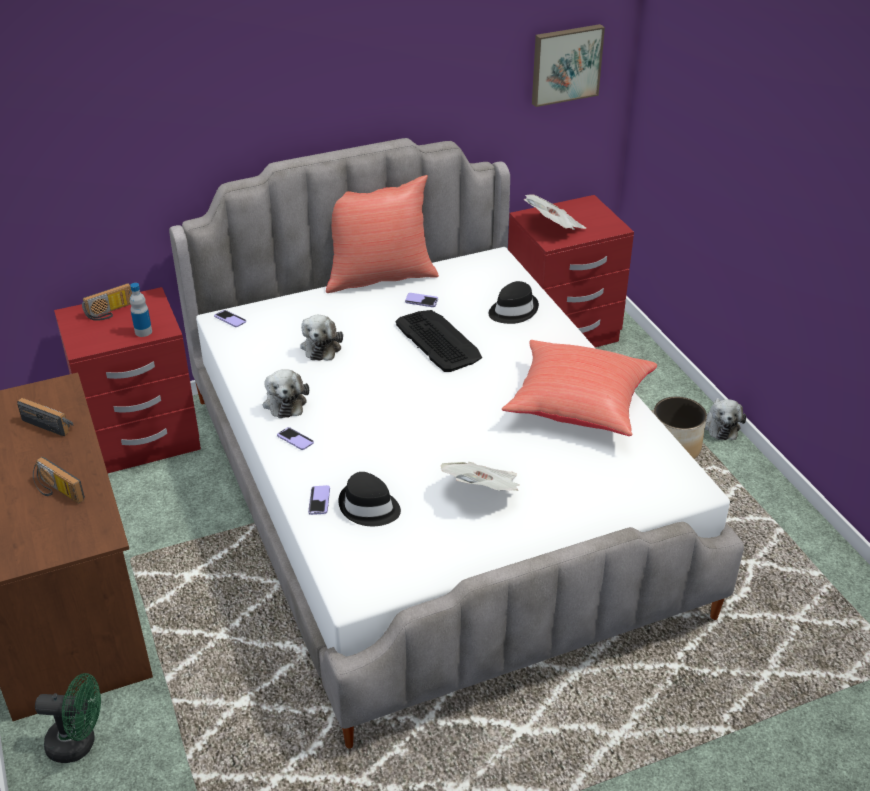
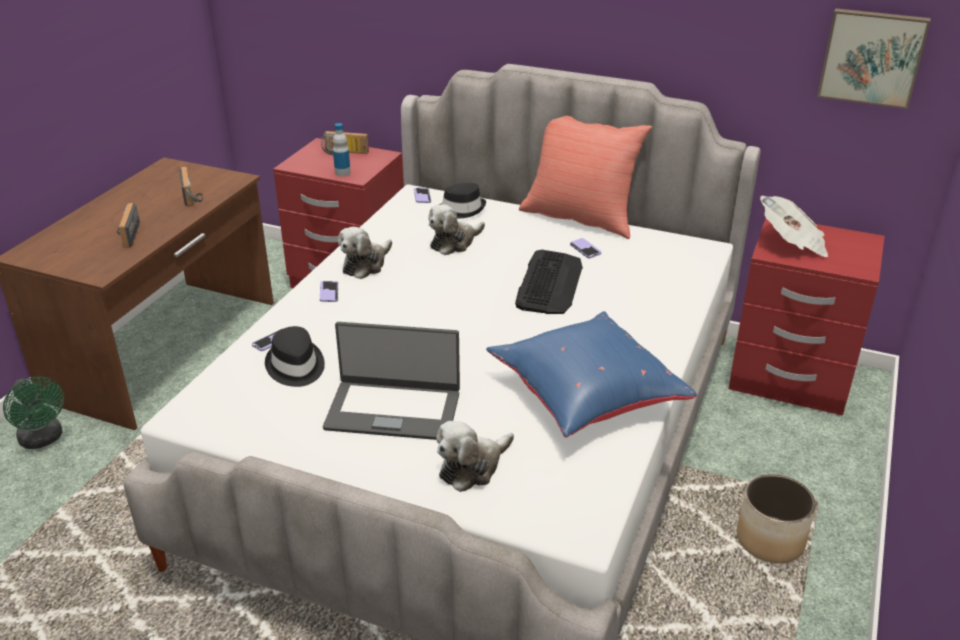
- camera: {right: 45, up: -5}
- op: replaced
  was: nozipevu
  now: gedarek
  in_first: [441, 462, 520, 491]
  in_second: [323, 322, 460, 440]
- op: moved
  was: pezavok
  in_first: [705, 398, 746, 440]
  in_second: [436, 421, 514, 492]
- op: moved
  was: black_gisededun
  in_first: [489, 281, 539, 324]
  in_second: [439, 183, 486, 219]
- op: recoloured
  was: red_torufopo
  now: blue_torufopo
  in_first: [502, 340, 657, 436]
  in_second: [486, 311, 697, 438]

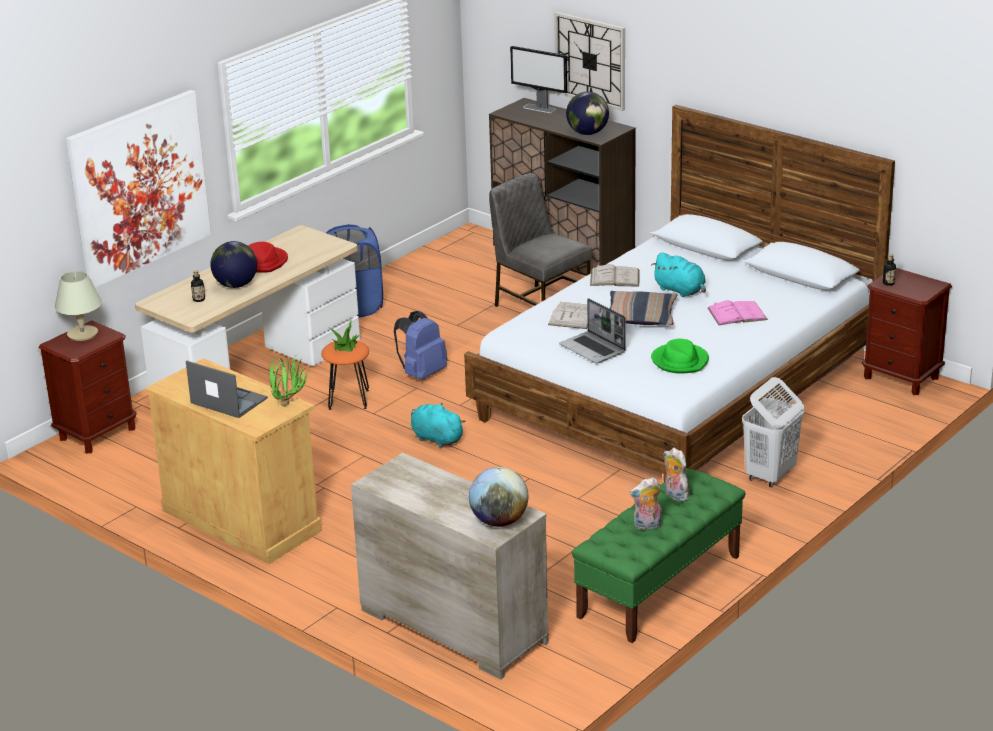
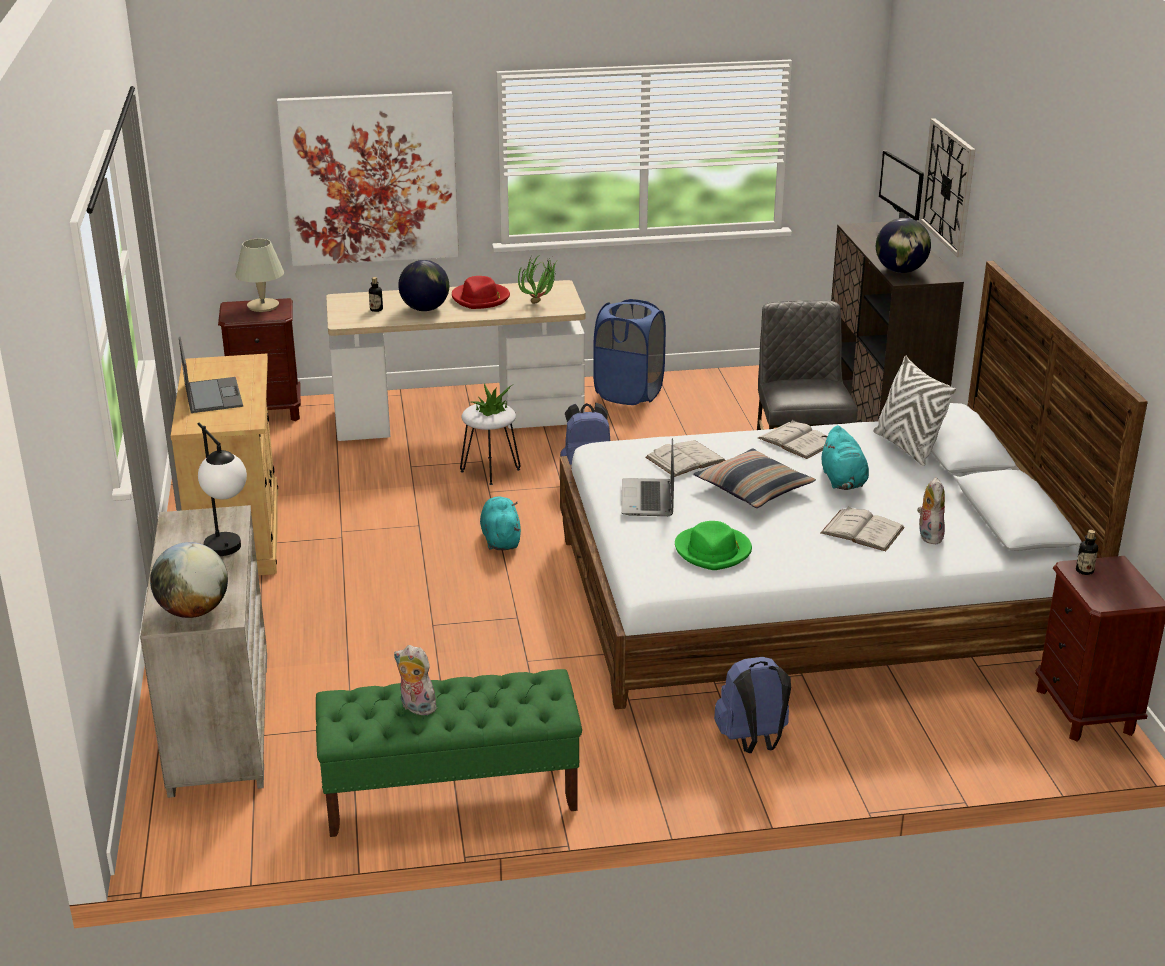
- camera: {right: 40, up: 0}
- op: added
  now: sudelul
  in_second: [198, 423, 247, 556]
- op: recoloured
  was: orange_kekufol
  now: white_kekufol
  in_first: [321, 340, 369, 410]
  in_second: [460, 402, 521, 485]
- op: moved
  was: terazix
  in_first: [268, 354, 310, 407]
  in_second: [518, 253, 557, 304]
- op: replaced
  was: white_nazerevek
  now: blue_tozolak
  in_first: [742, 377, 804, 487]
  in_second: [714, 657, 791, 753]
- op: recoloured
  was: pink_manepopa
  now: white_manepopa
  in_first: [707, 300, 768, 325]
  in_second: [821, 507, 905, 551]
- op: added
  now: white_torufopo
  in_second: [874, 356, 956, 466]
- op: moved
  was: pezavok
  in_first: [664, 448, 689, 501]
  in_second: [917, 477, 945, 544]

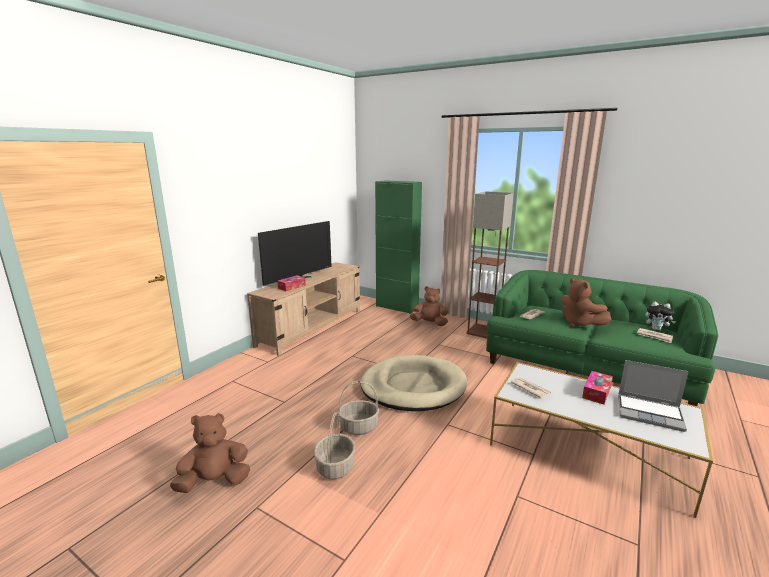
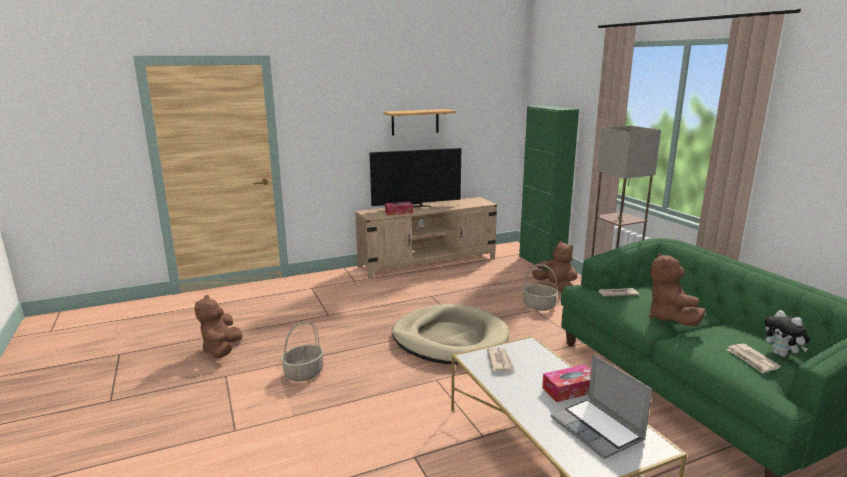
- camera: {right: 35, up: 0}
- op: turned
  was: brown_pezavok
  in_first: [170, 413, 250, 493]
  in_second: [194, 295, 243, 358]
  clockwise: -105
- op: added
  now: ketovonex
  in_second: [383, 109, 456, 136]
- op: moved
  was: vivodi
  in_first: [338, 381, 379, 435]
  in_second: [523, 264, 558, 311]

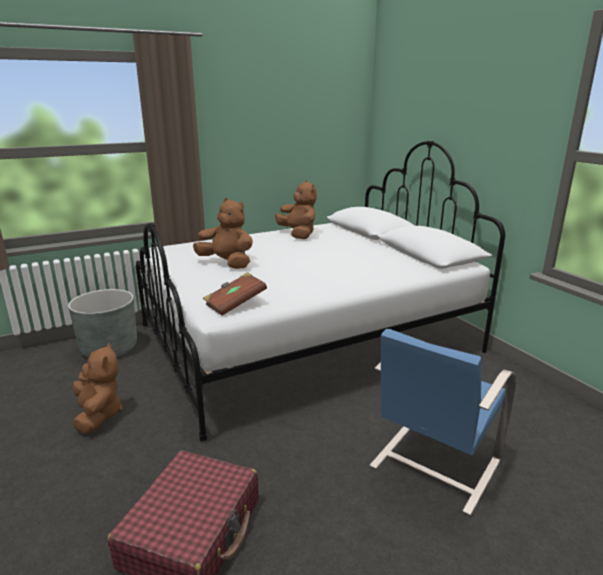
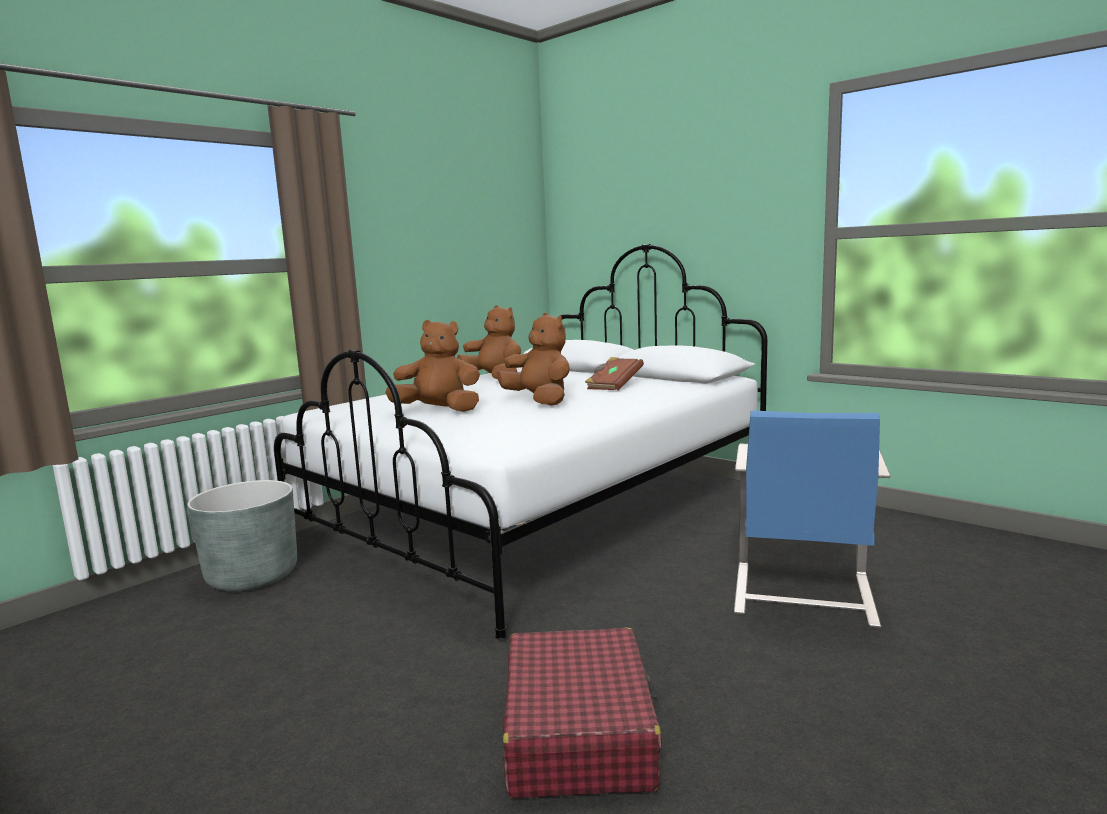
- camera: {right: -20, up: -10}
- op: moved
  was: brown_pezavok
  in_first: [73, 343, 123, 434]
  in_second: [497, 313, 570, 406]
- op: moved
  was: brown_manepopa
  in_first: [203, 272, 267, 316]
  in_second: [585, 357, 644, 390]

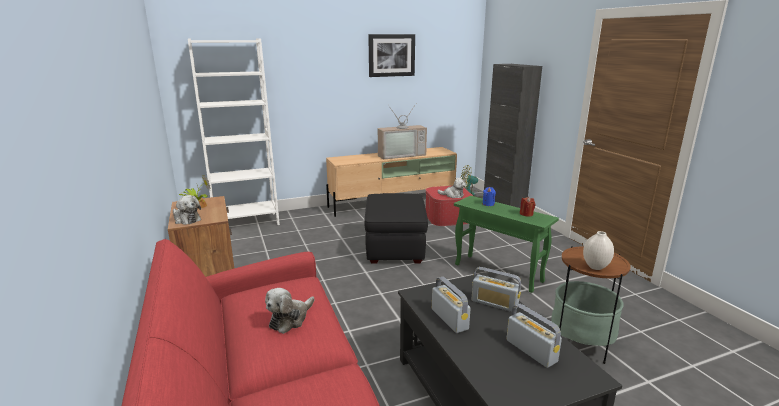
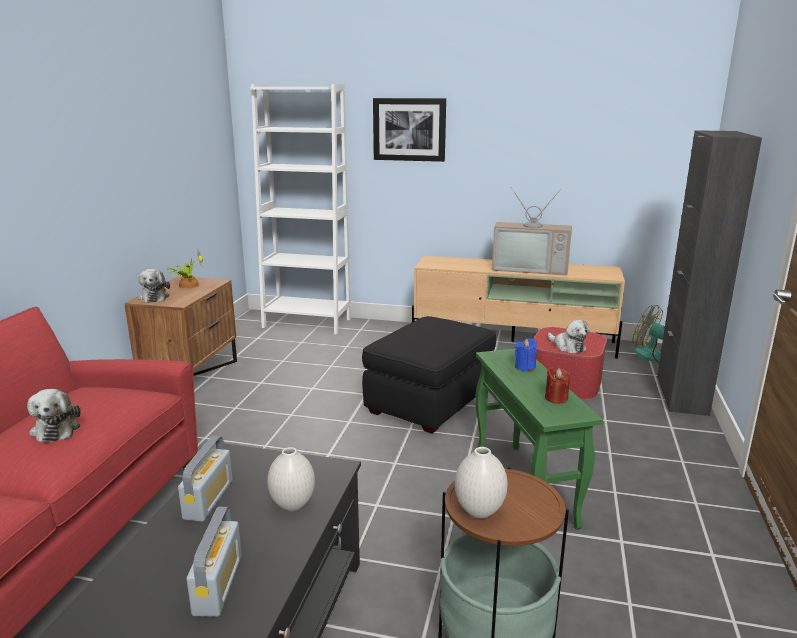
- camera: {right: 35, up: 0}
- op: turned
  was: pezavok
  in_first: [265, 288, 315, 334]
  in_second: [27, 389, 81, 443]
  clockwise: -90
- op: replaced
  was: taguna
  now: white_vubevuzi
  in_first: [472, 267, 521, 312]
  in_second: [267, 447, 315, 512]
- op: moved
  was: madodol
  in_first: [368, 34, 415, 77]
  in_second: [373, 98, 446, 162]

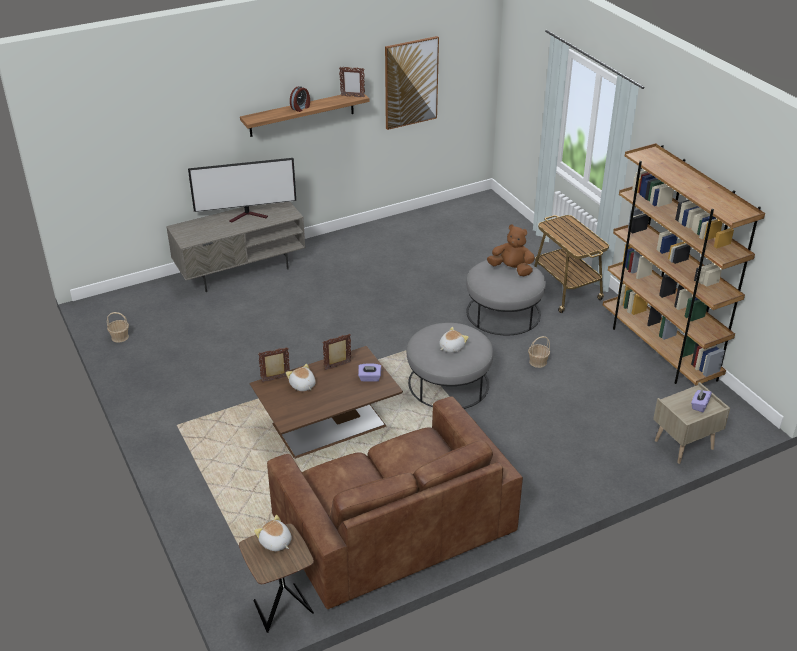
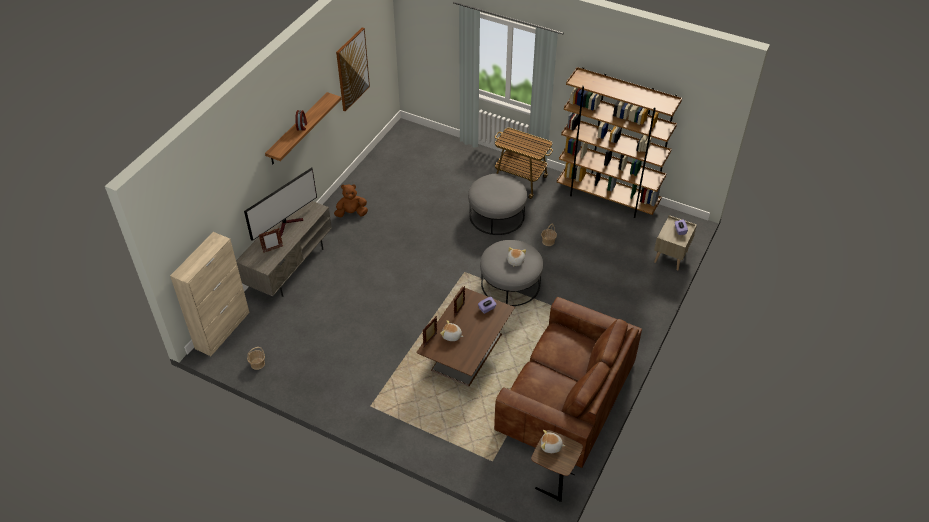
- camera: {right: -35, up: 10}
- op: added
  now: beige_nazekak
  in_second: [170, 232, 250, 356]
- op: moved
  was: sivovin
  in_first: [339, 67, 365, 98]
  in_second: [258, 228, 283, 252]
- op: moved
  was: brown_pezavok
  in_first: [487, 224, 535, 276]
  in_second: [334, 184, 368, 217]

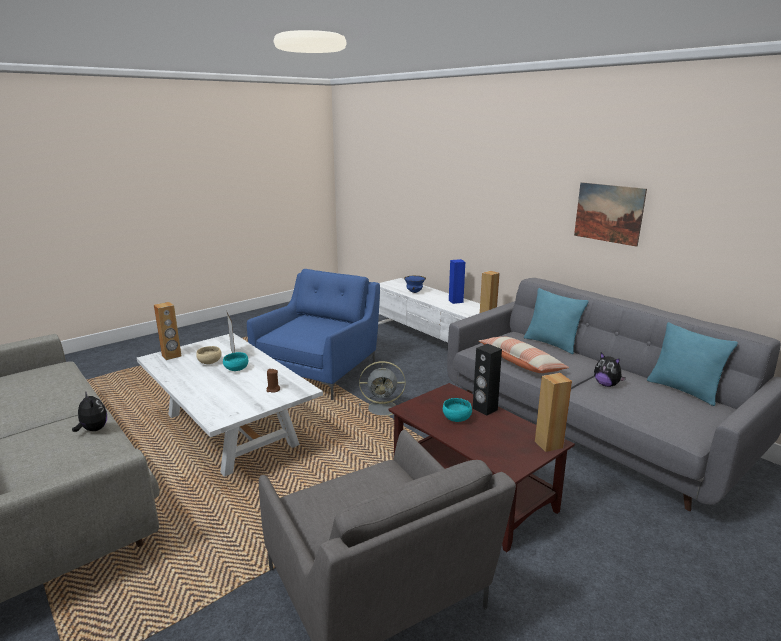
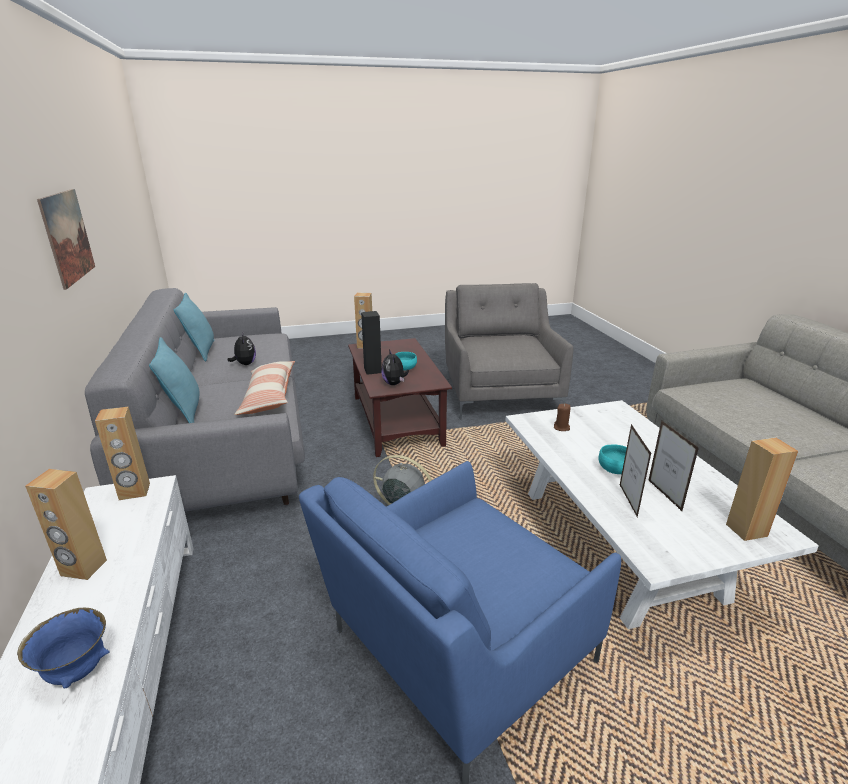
- camera: {right: -155, up: 5}
- op: recoloured
  was: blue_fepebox
  now: brown_fepebox
  in_first: [449, 259, 465, 304]
  in_second: [25, 469, 107, 580]
- op: moved
  was: pezavok
  in_first: [72, 392, 107, 432]
  in_second: [381, 350, 409, 385]
- op: replaced
  was: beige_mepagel
  now: sivovin
  in_first: [196, 346, 222, 364]
  in_second: [648, 420, 699, 511]

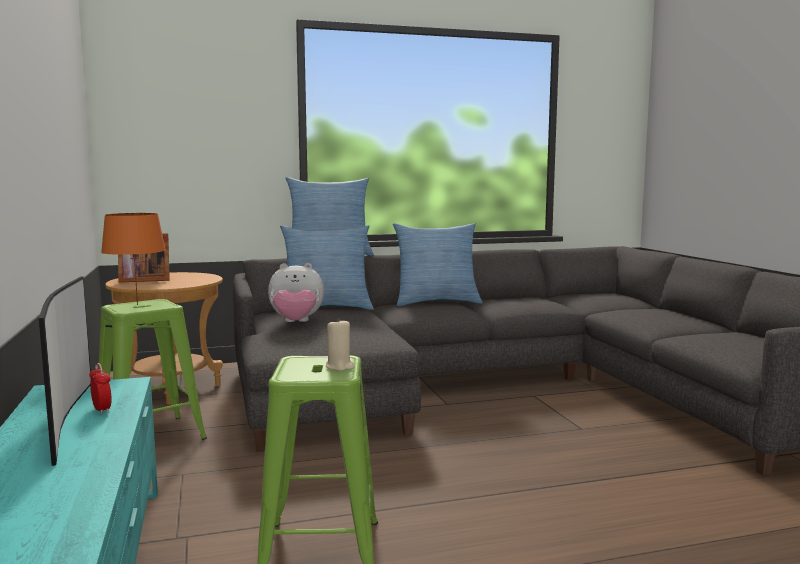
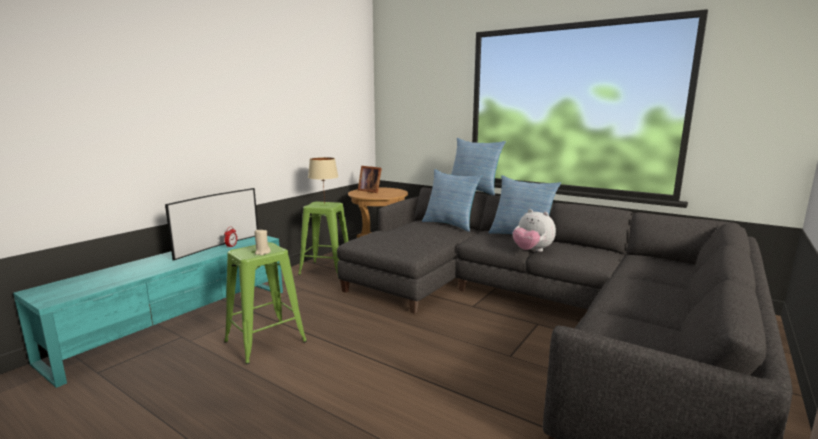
- camera: {right: 50, up: 5}
- op: recoloured
  was: orange_sudelul
  now: beige_sudelul
  in_first: [101, 213, 166, 305]
  in_second: [308, 157, 339, 204]
- op: moved
  was: pezavok
  in_first: [268, 263, 324, 322]
  in_second: [513, 209, 556, 252]

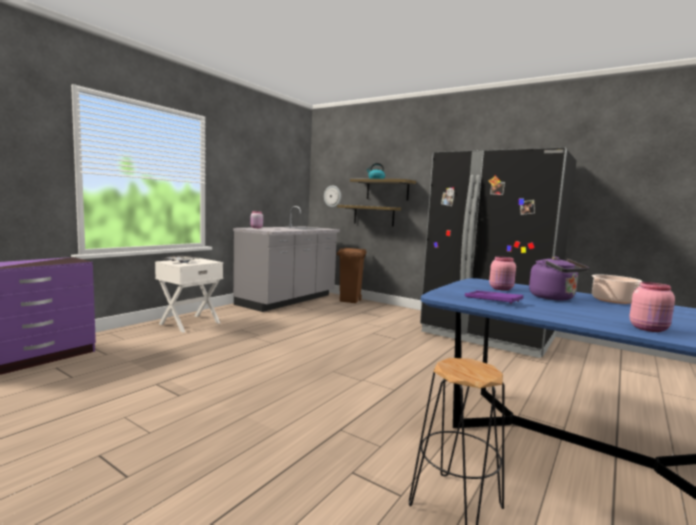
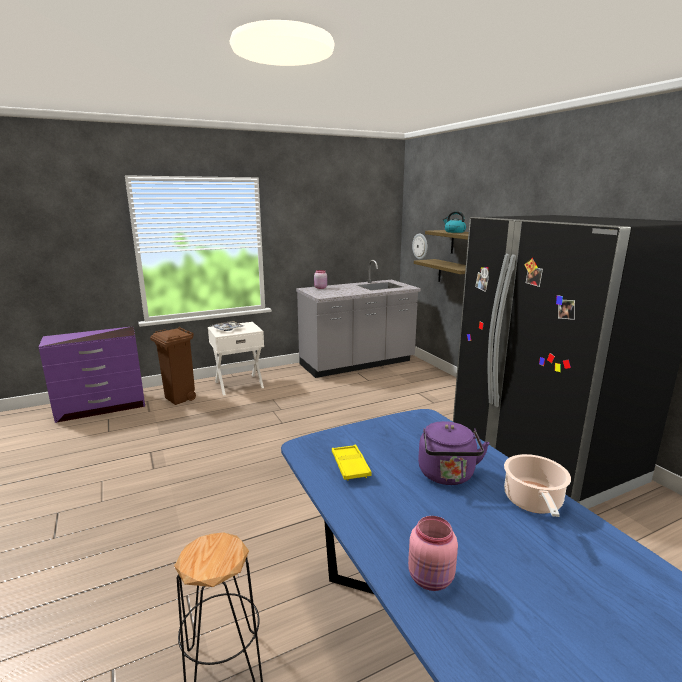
- camera: {right: 30, up: 10}
- op: moved
  was: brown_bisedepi
  in_first: [337, 247, 367, 303]
  in_second: [150, 327, 196, 405]
- op: recoloured
  was: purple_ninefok
  now: yellow_ninefok
  in_first: [465, 290, 523, 304]
  in_second: [332, 445, 372, 481]
- op: removed
  was: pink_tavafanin
  in_first: [489, 256, 516, 291]

